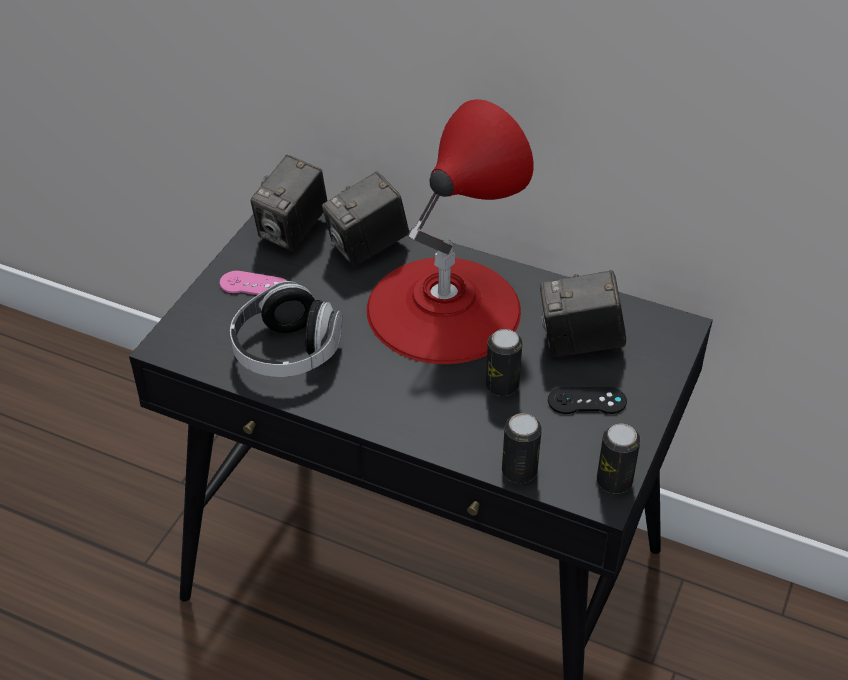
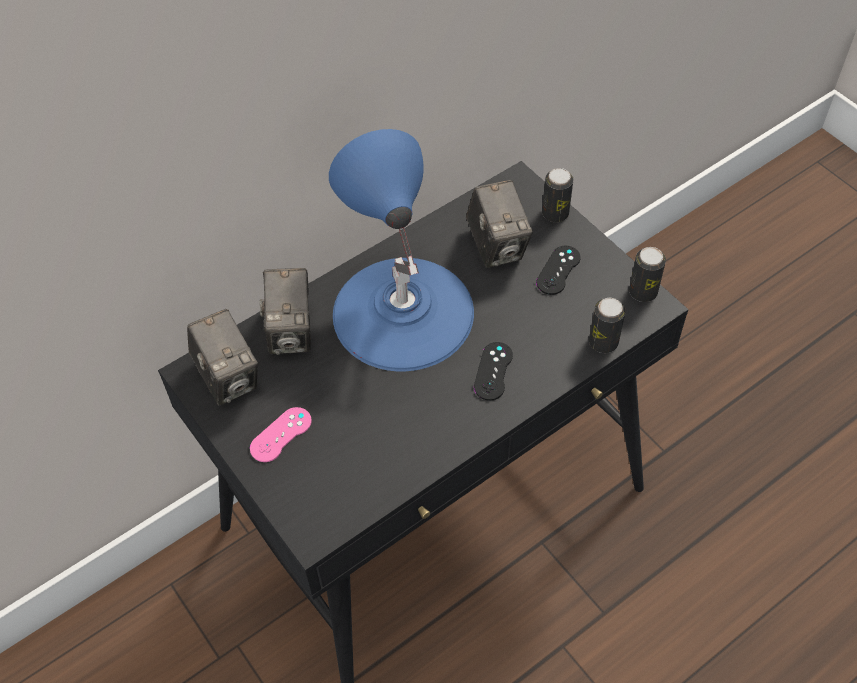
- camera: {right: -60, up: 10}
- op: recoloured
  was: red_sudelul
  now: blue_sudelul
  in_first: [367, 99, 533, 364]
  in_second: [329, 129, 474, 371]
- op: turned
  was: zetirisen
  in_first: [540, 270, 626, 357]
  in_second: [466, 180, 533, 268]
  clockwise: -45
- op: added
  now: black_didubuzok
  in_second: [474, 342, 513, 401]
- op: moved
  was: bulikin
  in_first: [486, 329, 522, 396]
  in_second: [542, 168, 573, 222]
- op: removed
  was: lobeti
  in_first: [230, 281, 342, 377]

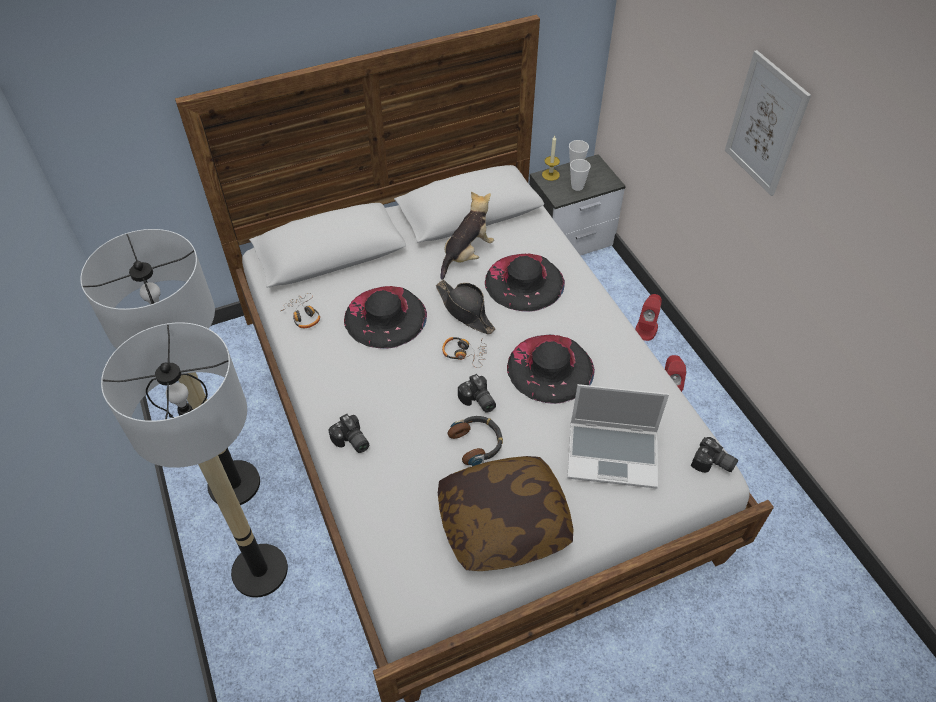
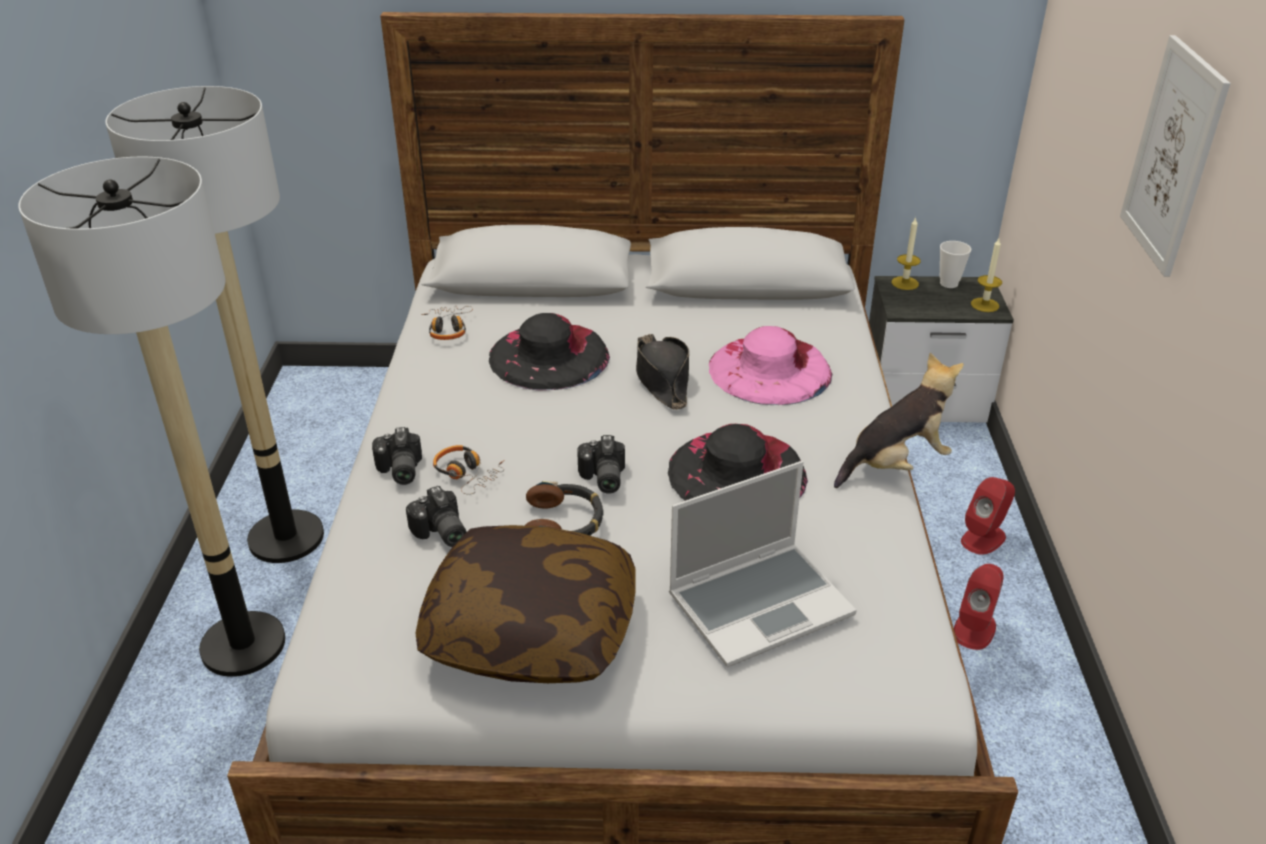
- camera: {right: 25, up: -15}
- op: moved
  was: zetirisen
  in_first: [691, 437, 738, 473]
  in_second: [406, 486, 466, 547]
- op: moved
  was: lobeti
  in_first: [442, 337, 487, 368]
  in_second: [433, 445, 505, 495]
- op: turned
  was: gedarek
  in_first: [567, 384, 669, 489]
  in_second: [669, 461, 856, 668]
  clockwise: -60
- op: recoloured
  was: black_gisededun
  now: pink_gisededun
  in_first: [485, 254, 565, 312]
  in_second: [709, 326, 833, 405]
- op: moved
  was: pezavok
  in_first: [440, 191, 494, 280]
  in_second: [834, 353, 964, 488]
- op: added
  now: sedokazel
  in_second: [971, 238, 1002, 312]
- op: removed
  was: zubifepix
  in_first: [570, 159, 591, 191]

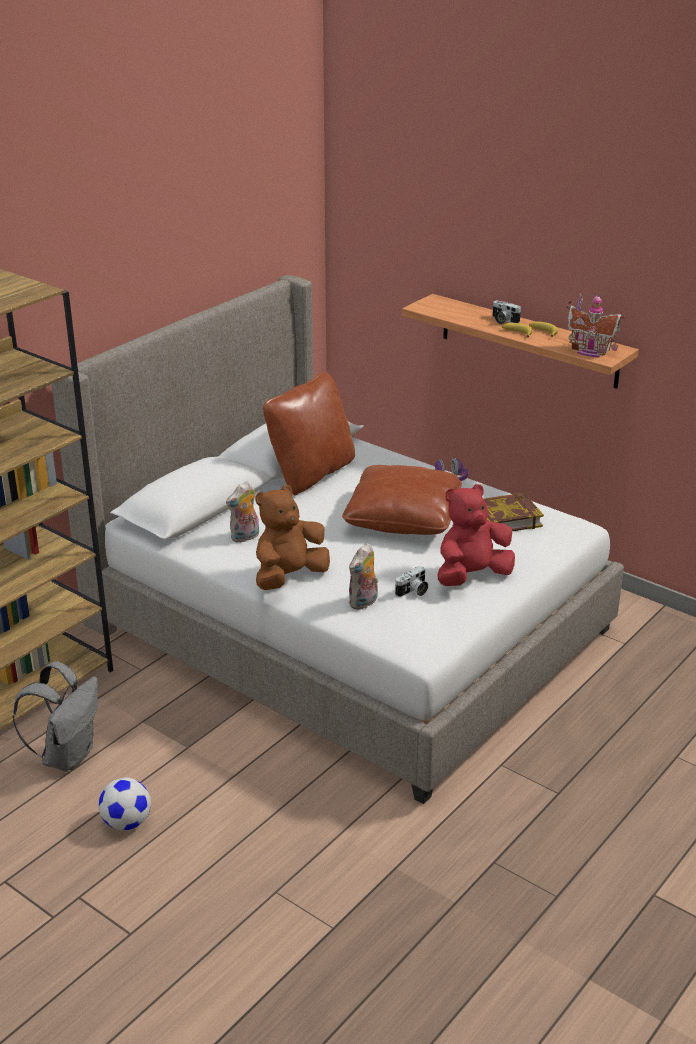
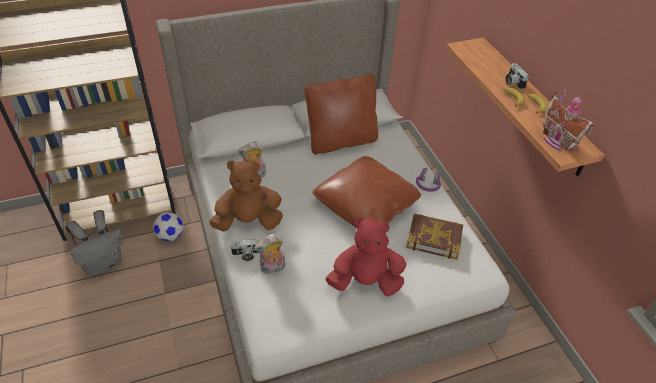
- camera: {right: 30, up: 15}
- op: moved
  was: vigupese
  in_first: [99, 778, 151, 831]
  in_second: [153, 212, 183, 241]
- op: moved
  was: zetirisen
  in_first: [395, 566, 428, 597]
  in_second: [231, 239, 259, 261]

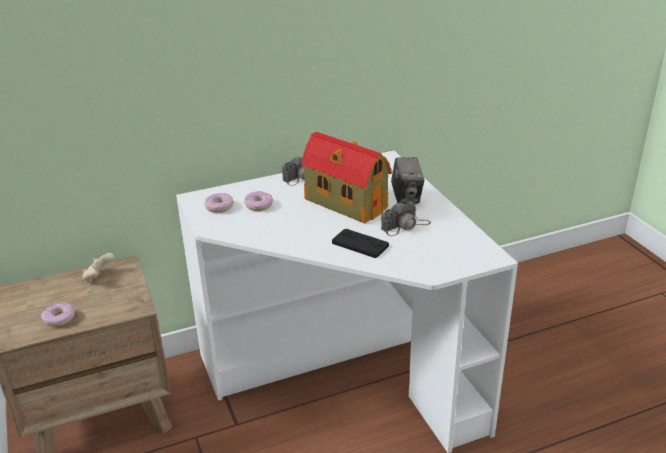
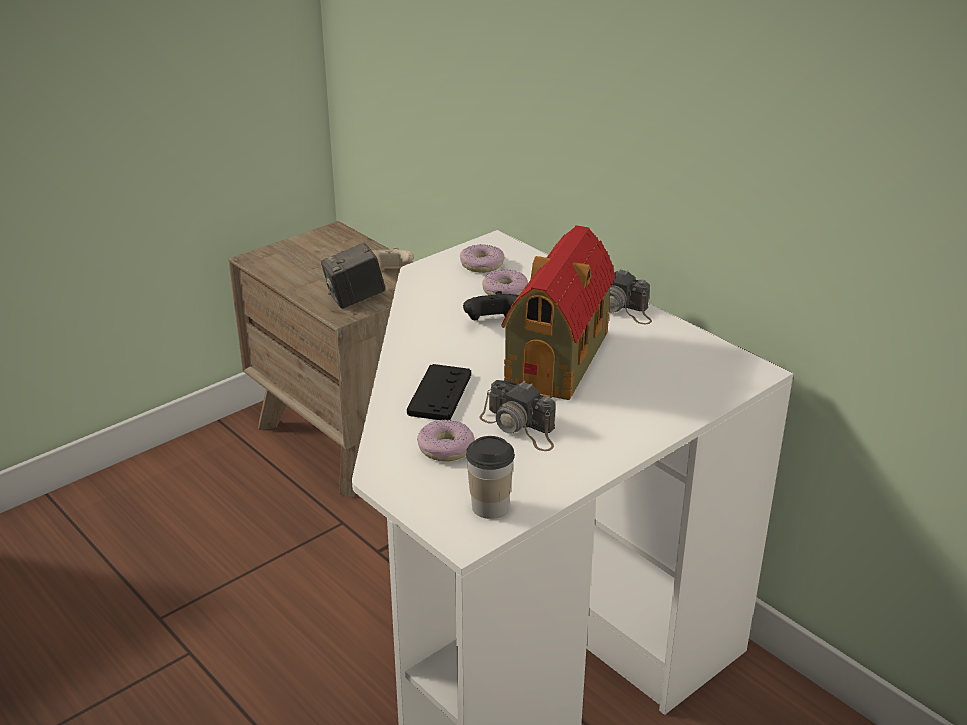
- camera: {right: 70, up: 0}
- op: moved
  was: zetirisen
  in_first: [391, 157, 424, 204]
  in_second: [321, 243, 385, 309]
- op: moved
  was: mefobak
  in_first: [41, 303, 75, 326]
  in_second: [417, 420, 475, 461]
- op: added
  now: black_didubuzok
  in_second: [463, 291, 519, 321]
- op: added
  now: zubifepix
  in_second: [466, 436, 515, 519]

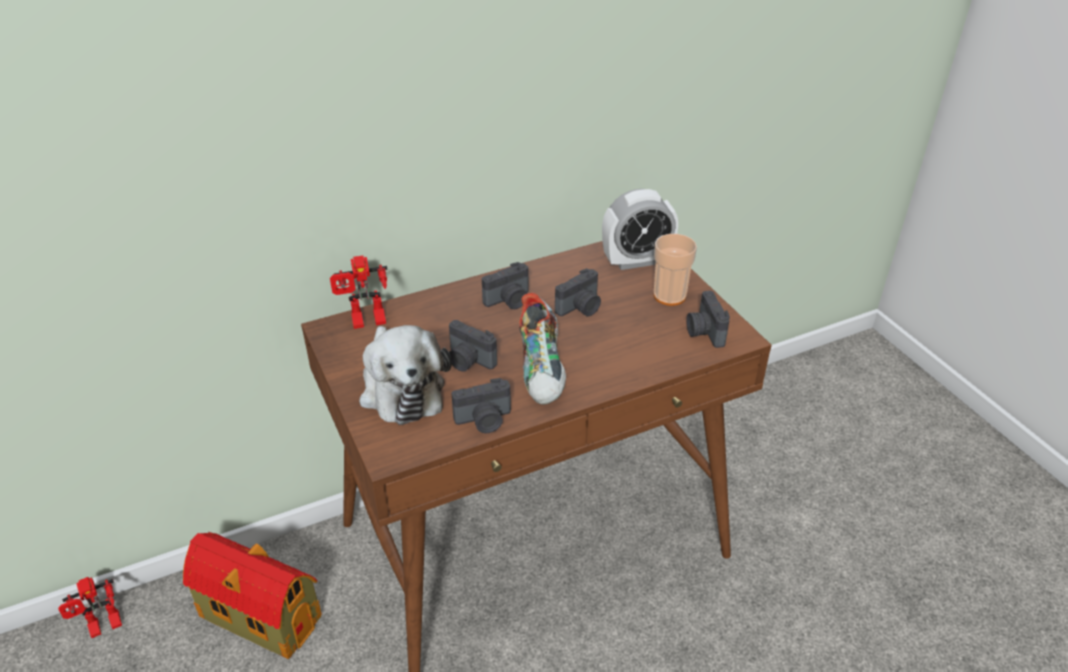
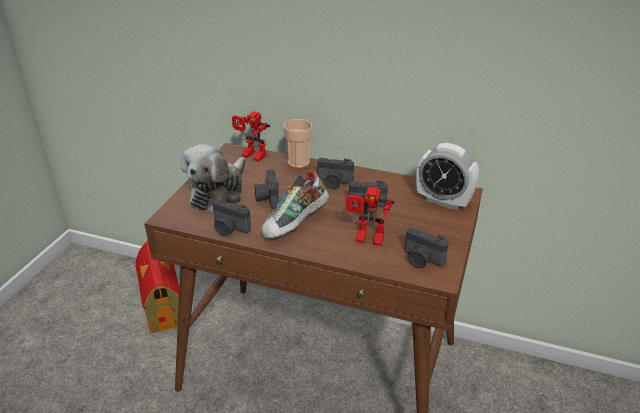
- camera: {right: 45, up: -5}
- op: moved
  was: zubifepix
  in_first: [654, 234, 697, 306]
  in_second: [284, 119, 312, 169]
- op: moved
  was: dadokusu
  in_first: [58, 577, 122, 638]
  in_second: [346, 187, 394, 246]
- op: turned
  was: zetirisen
  in_first: [686, 291, 730, 348]
  in_second: [405, 228, 449, 269]
  clockwise: -90

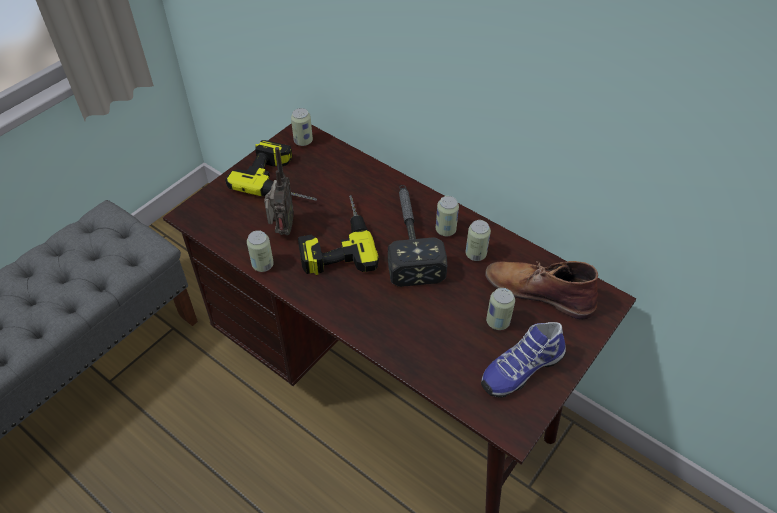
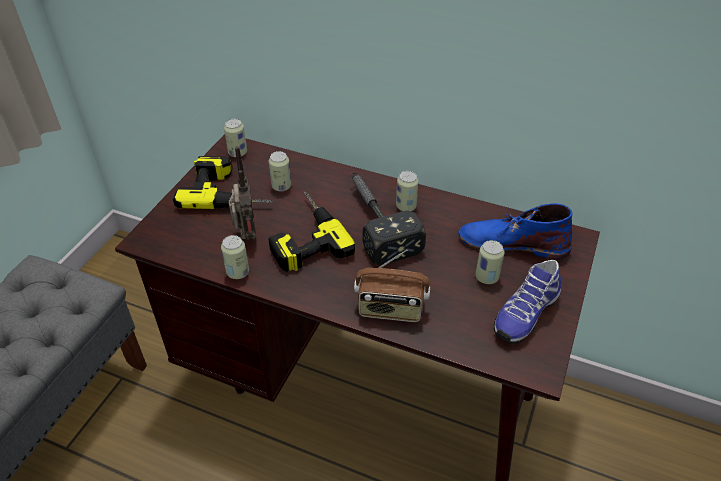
- camera: {right: -15, up: -5}
- op: moved
  was: bulikin
  in_first: [466, 220, 491, 261]
  in_second: [269, 151, 291, 192]
- op: added
  now: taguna
  in_second: [354, 249, 430, 322]
- op: recoloured
  was: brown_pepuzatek
  now: blue_pepuzatek
  in_first: [485, 261, 598, 319]
  in_second: [458, 203, 573, 259]

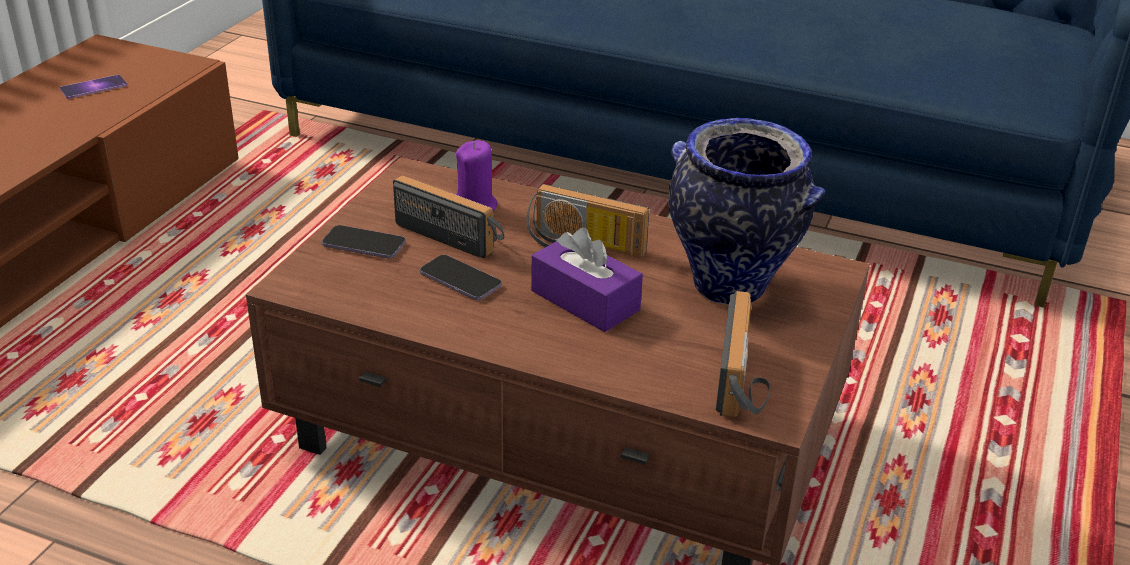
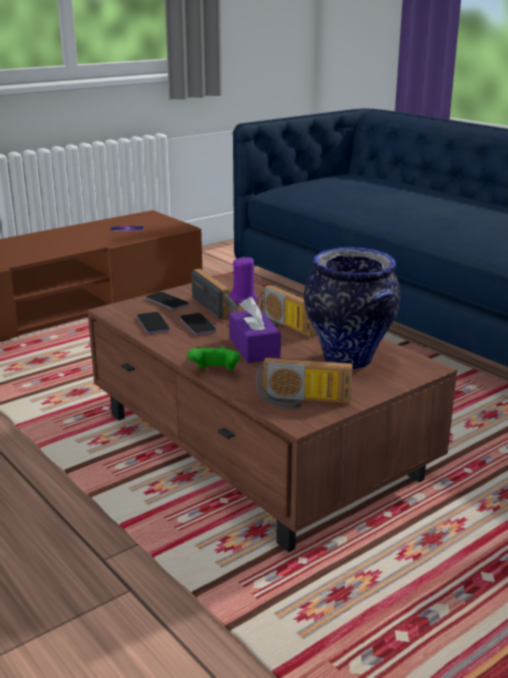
- camera: {right: 30, up: -10}
- op: added
  now: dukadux
  in_second: [137, 312, 170, 334]
- op: added
  now: green_didubuzok
  in_second: [187, 346, 240, 370]
- op: turned
  was: taguna
  in_first: [716, 291, 771, 418]
  in_second: [256, 357, 353, 408]
  clockwise: 60

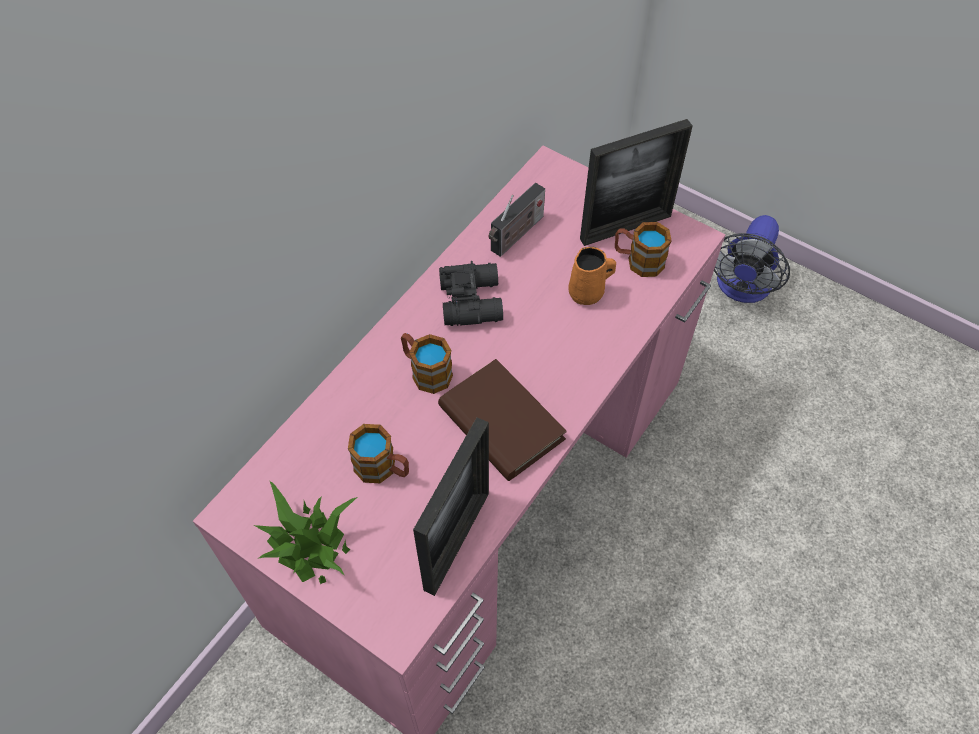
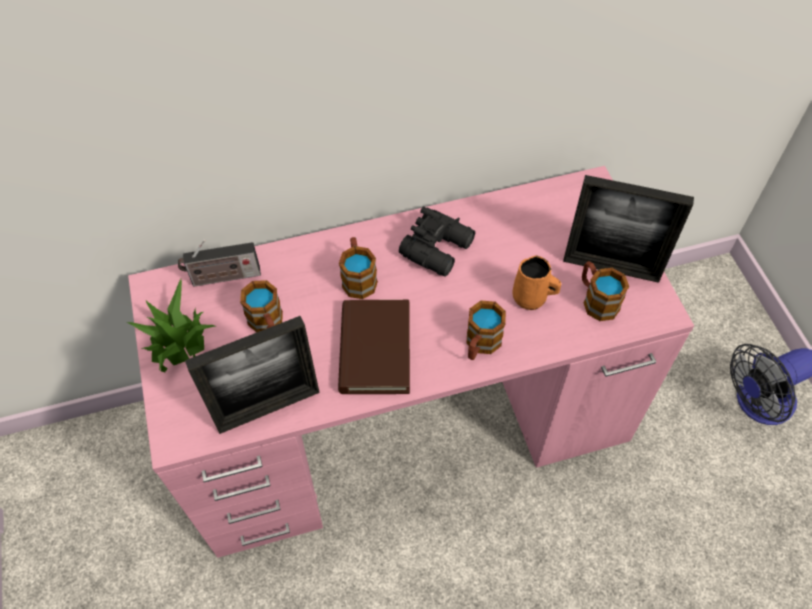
- camera: {right: 40, up: 0}
- op: moved
  was: taguna
  in_first: [488, 183, 545, 257]
  in_second: [178, 240, 261, 286]
- op: added
  now: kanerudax
  in_second: [466, 301, 506, 360]

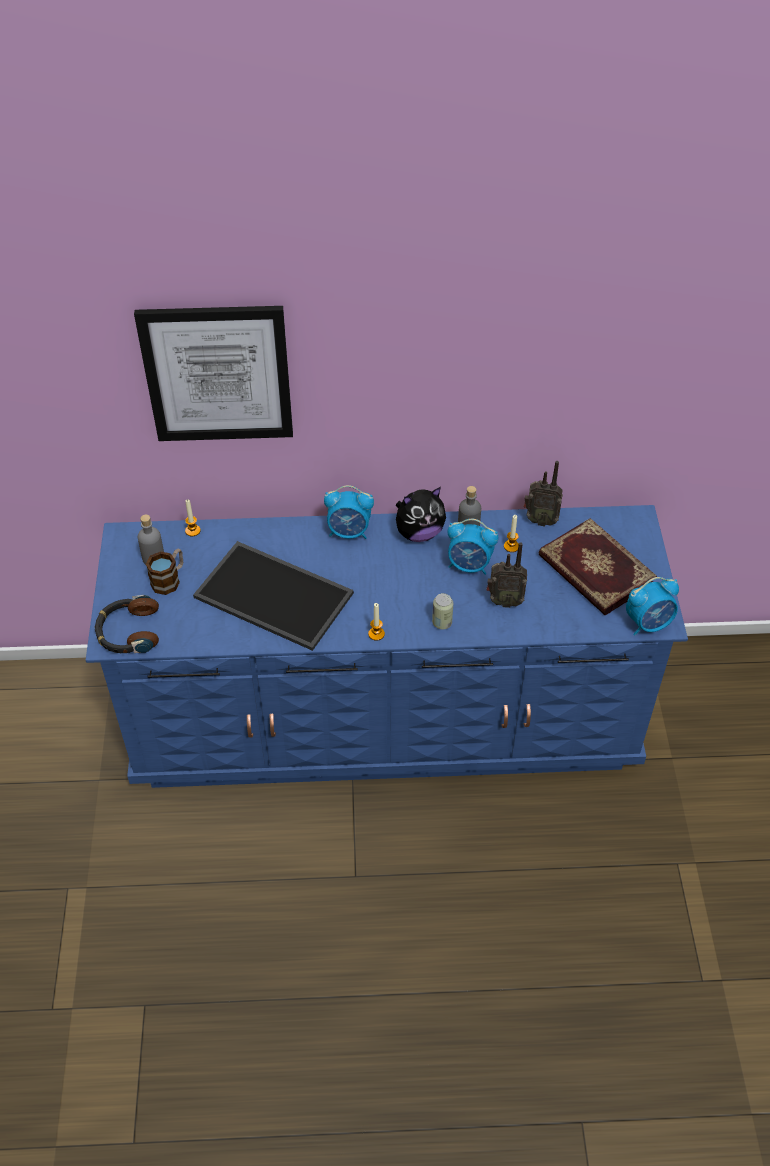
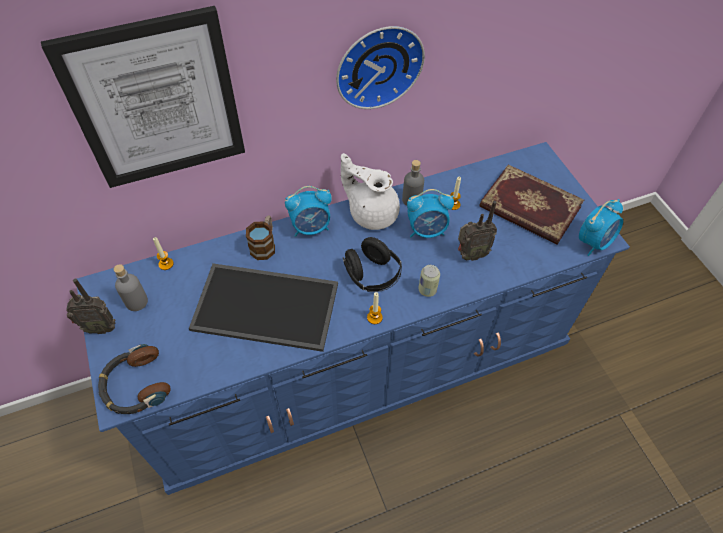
- camera: {right: -20, up: 5}
- op: moved
  was: taguna
  in_first: [523, 461, 563, 526]
  in_second: [66, 278, 116, 334]
- op: moved
  was: kanerudax
  in_first: [146, 549, 183, 595]
  in_second: [246, 216, 275, 260]
- op: added
  now: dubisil
  in_second: [336, 26, 425, 109]
- op: replaced
  was: pezavok
  now: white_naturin
  in_first: [396, 487, 446, 542]
  in_second: [341, 153, 400, 230]
- op: added
  now: black_lobeti
  in_second: [343, 237, 402, 292]

